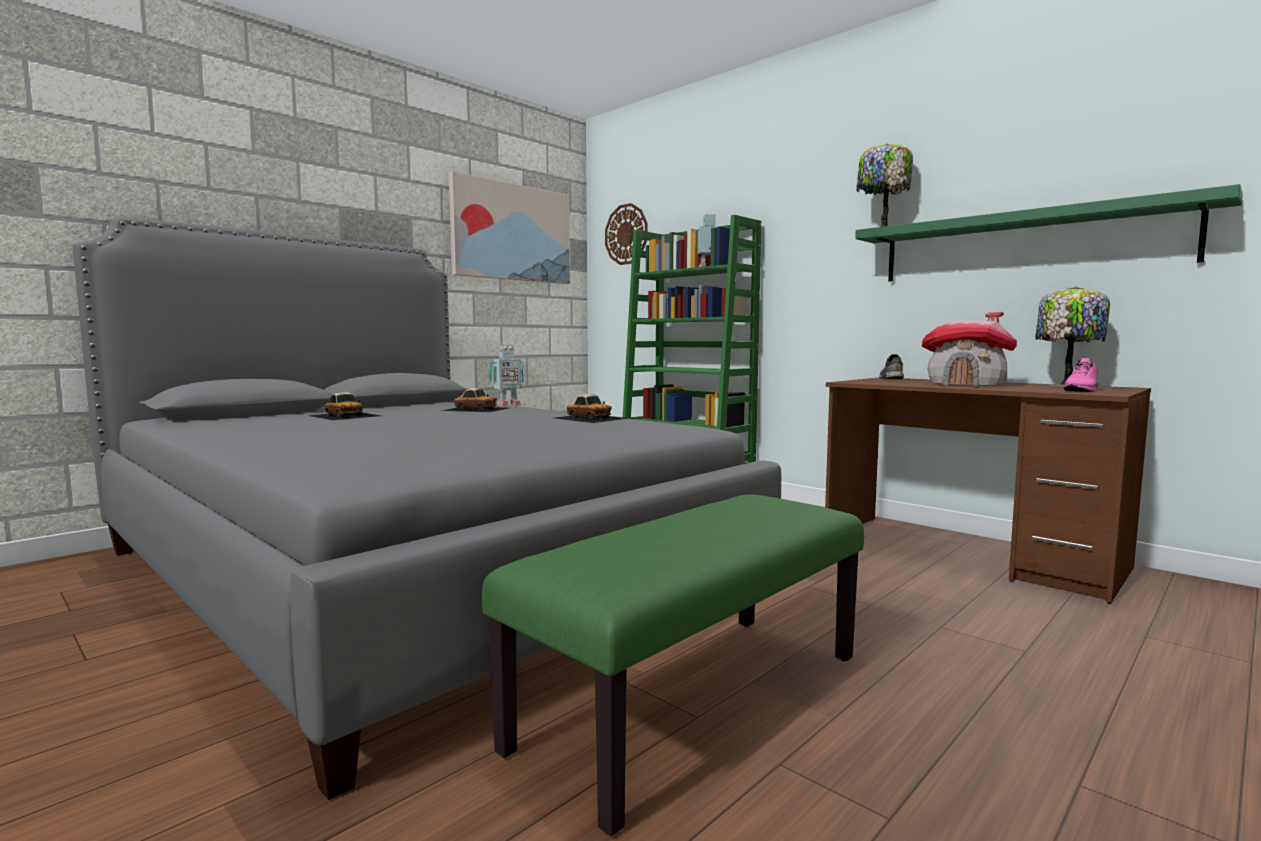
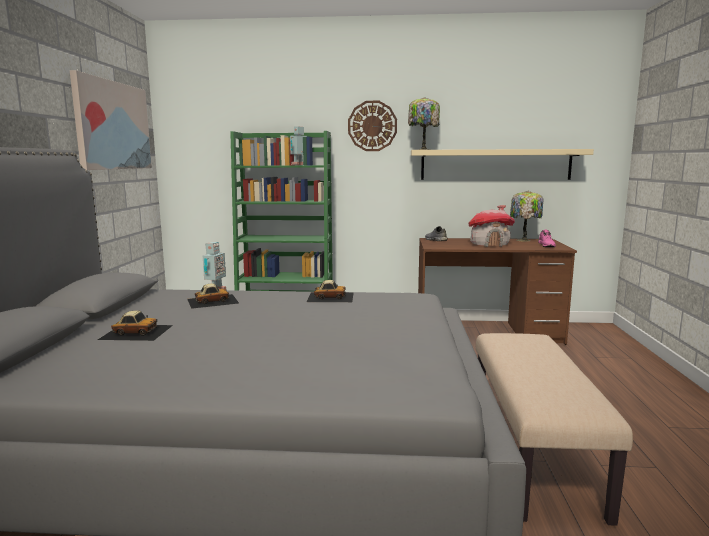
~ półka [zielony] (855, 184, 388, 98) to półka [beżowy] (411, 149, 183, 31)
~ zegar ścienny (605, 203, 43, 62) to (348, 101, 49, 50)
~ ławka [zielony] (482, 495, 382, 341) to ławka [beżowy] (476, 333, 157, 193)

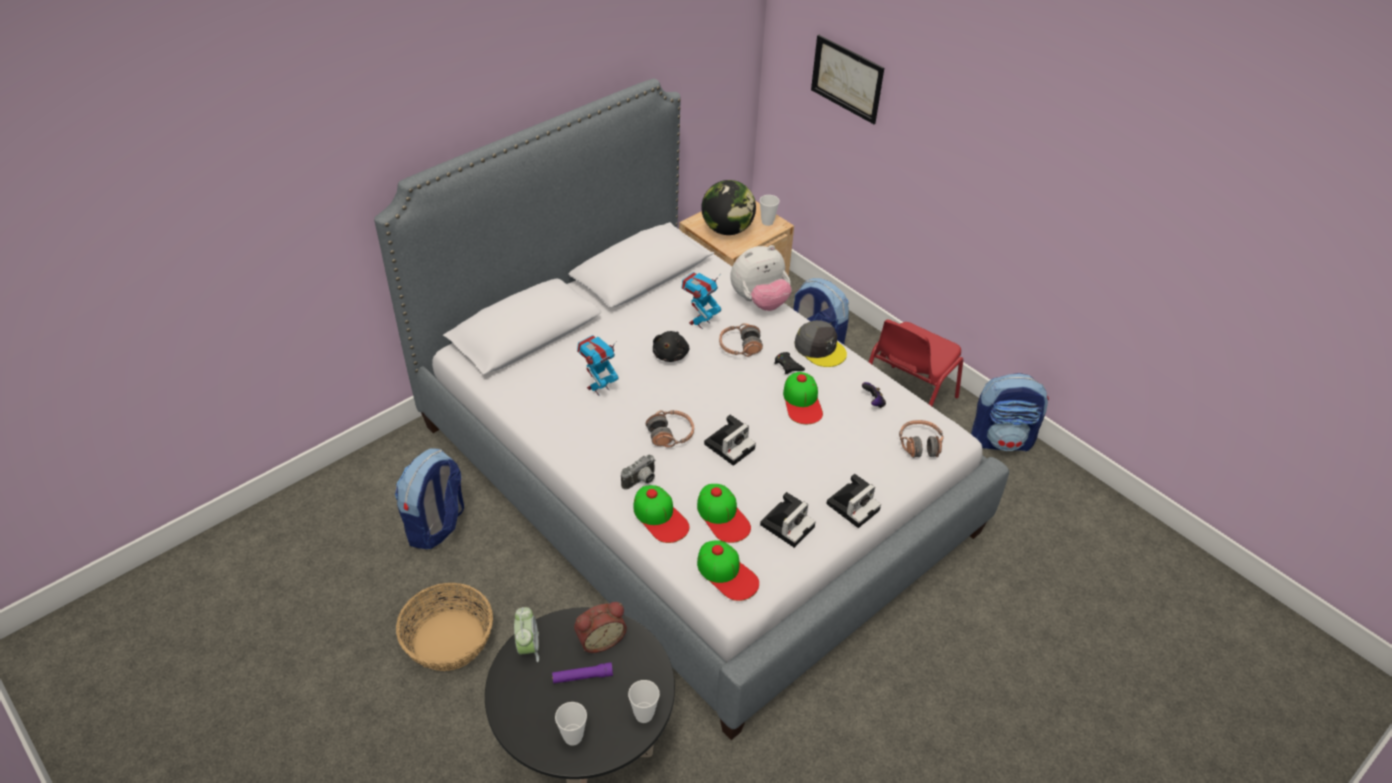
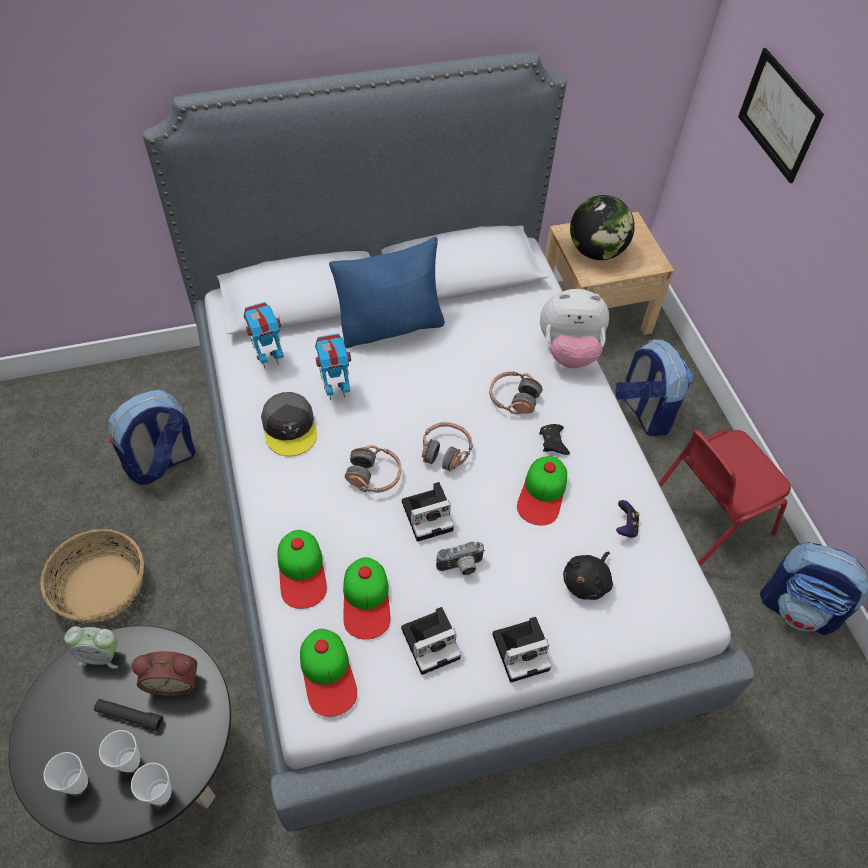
~ filiżanka (760, 195, 20, 31) to (99, 730, 41, 42)
~ robot zabawkowy (682, 272, 39, 57) to (243, 302, 41, 67)
~ czapka z daszkiem [szary] (794, 320, 53, 47) to (261, 392, 56, 64)
~ pluszak [czarny] (653, 331, 37, 31) to (563, 552, 50, 48)
~ słuchawki (899, 420, 45, 38) to (422, 422, 51, 50)
~ aparat fotograficzny (621, 455, 34, 35) to (436, 542, 49, 33)
~ budzik (514, 607, 25, 55) = (64, 626, 54, 43) 75 degrees clockwise
~ latarka [fioletowy] (552, 662, 61, 21) to latarka [czarny] (94, 699, 69, 32)
+ poduszka [niebieski] (329, 237, 116, 111)

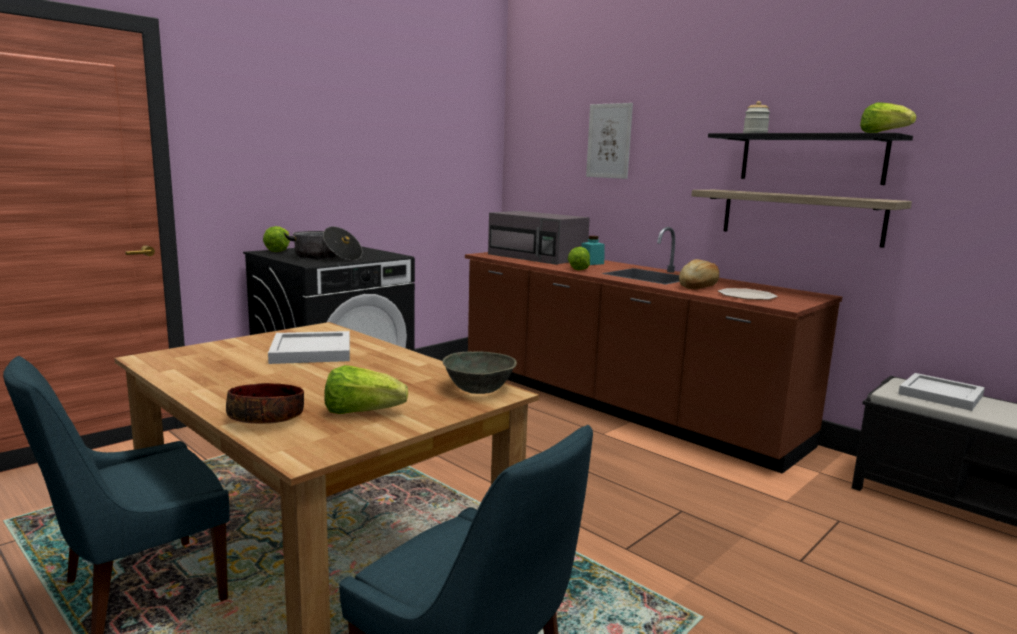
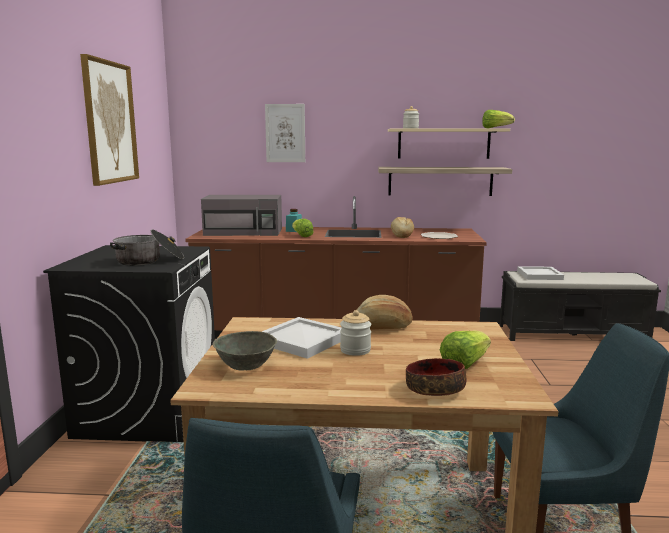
~ półka [czarny] (708, 133, 205, 52) to półka [beżowy] (388, 128, 122, 31)
- sałata (263, 226, 27, 26)
~ miska [szary] (443, 351, 74, 43) to (213, 331, 64, 40)
+ obraz (80, 54, 59, 132)
+ chleb (356, 295, 57, 35)
+ słoik (340, 310, 31, 46)

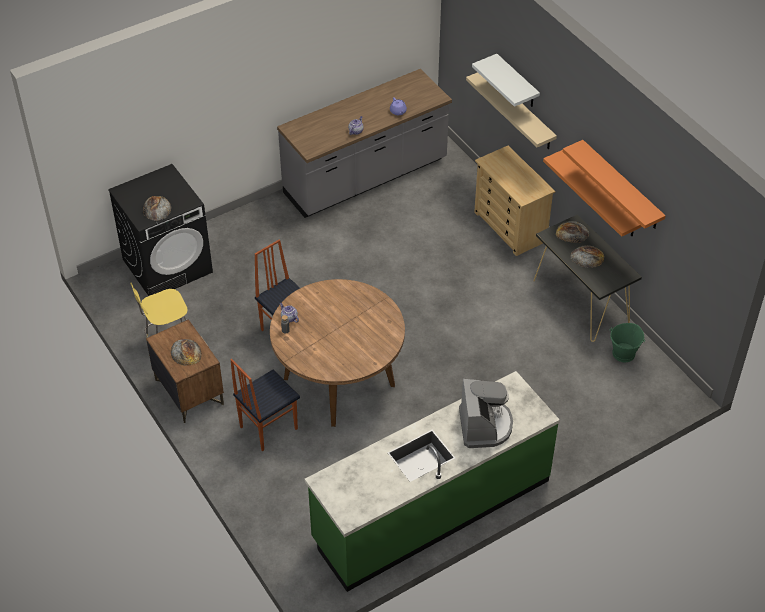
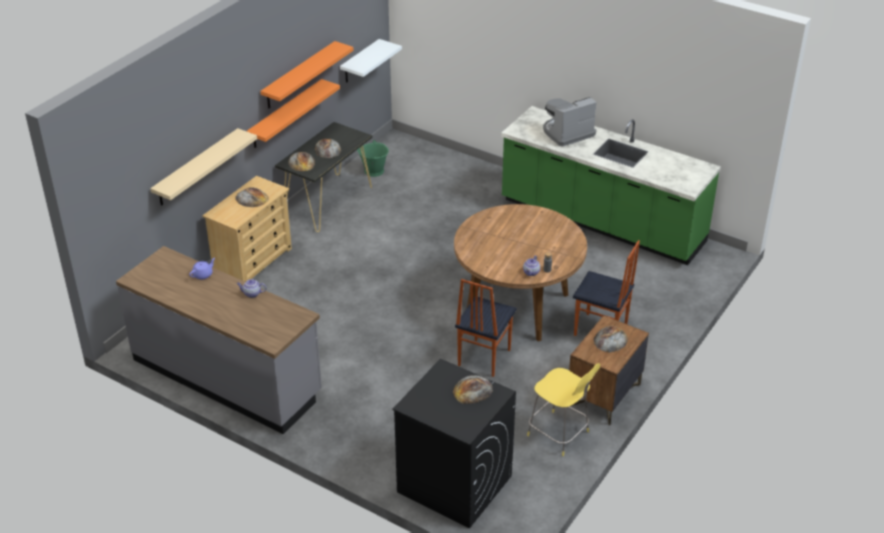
~ półka [biały] (472, 54, 68, 53) to (340, 39, 62, 44)
+ chleb (235, 187, 34, 20)

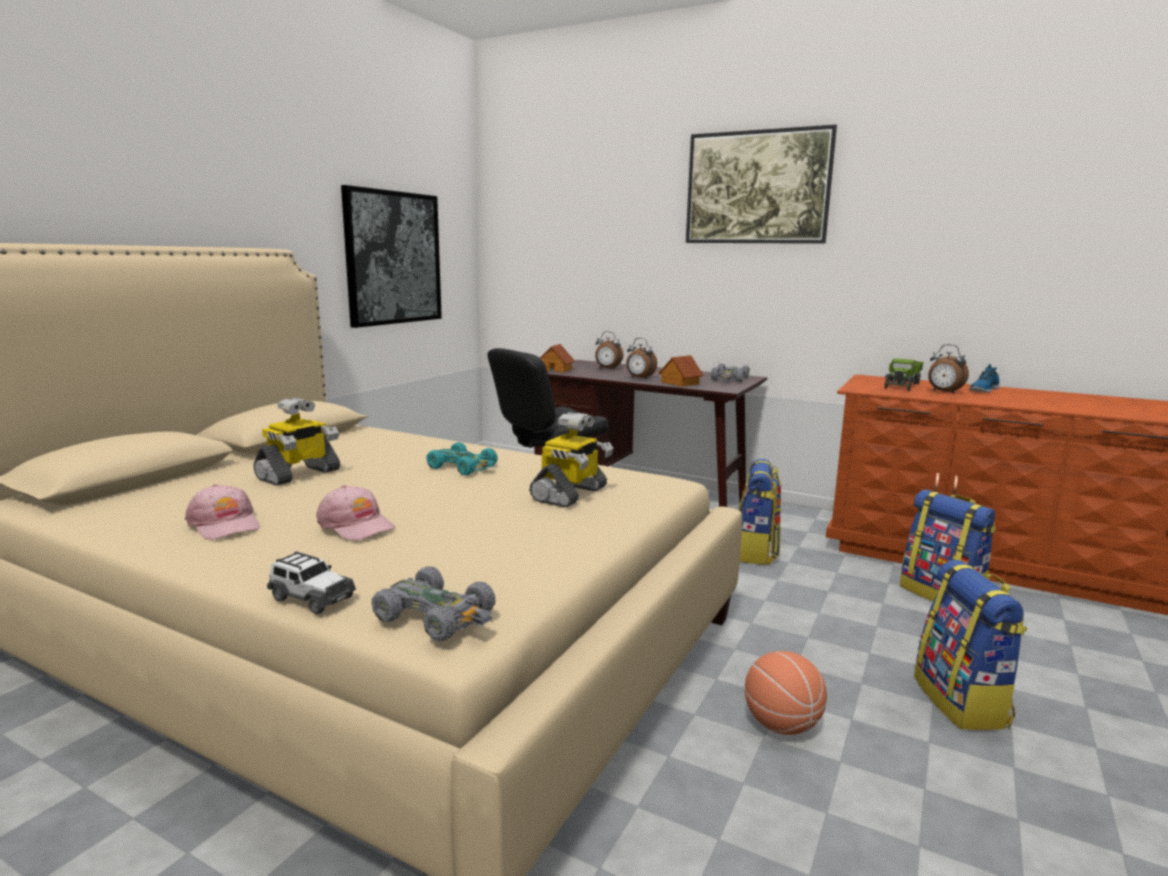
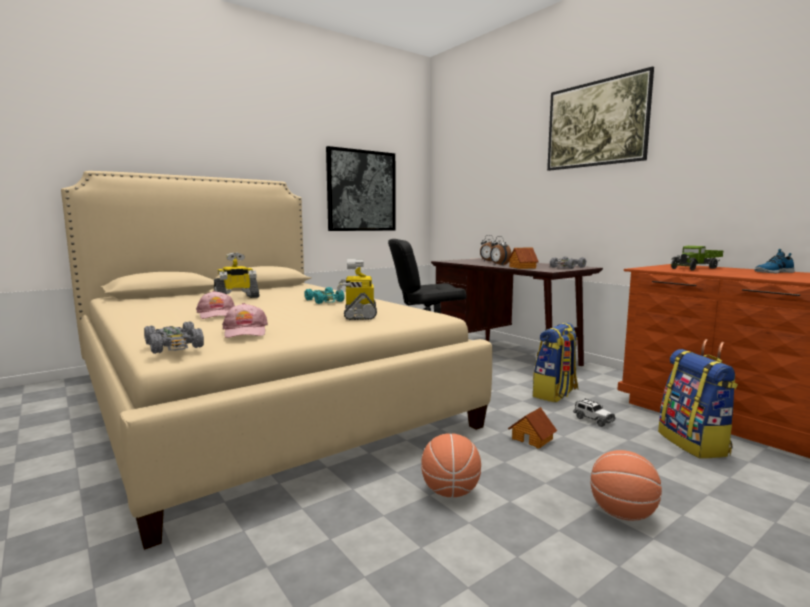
~ domek (540, 344, 35, 28) to (508, 407, 49, 42)
- budzik (928, 344, 41, 50)
~ robot zabawkowy (529, 412, 84, 95) = (337, 259, 40, 61) 120 degrees clockwise
~ czapka z daszkiem [różowy] (185, 484, 75, 56) to (222, 303, 46, 35)
~ samochodzik (267, 551, 89, 63) to (573, 398, 42, 29)
~ plecak (914, 560, 113, 170) to piłka do koszykówki (590, 450, 72, 71)

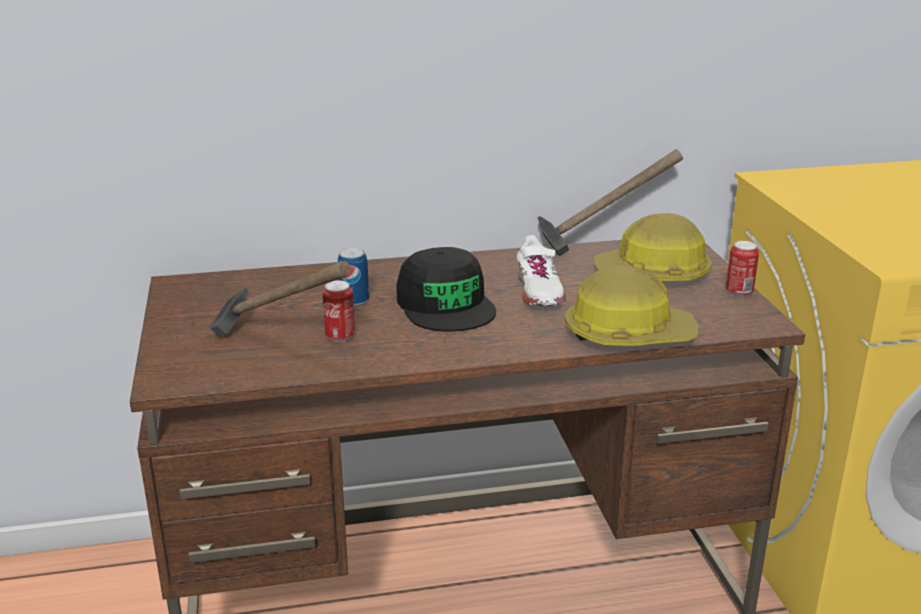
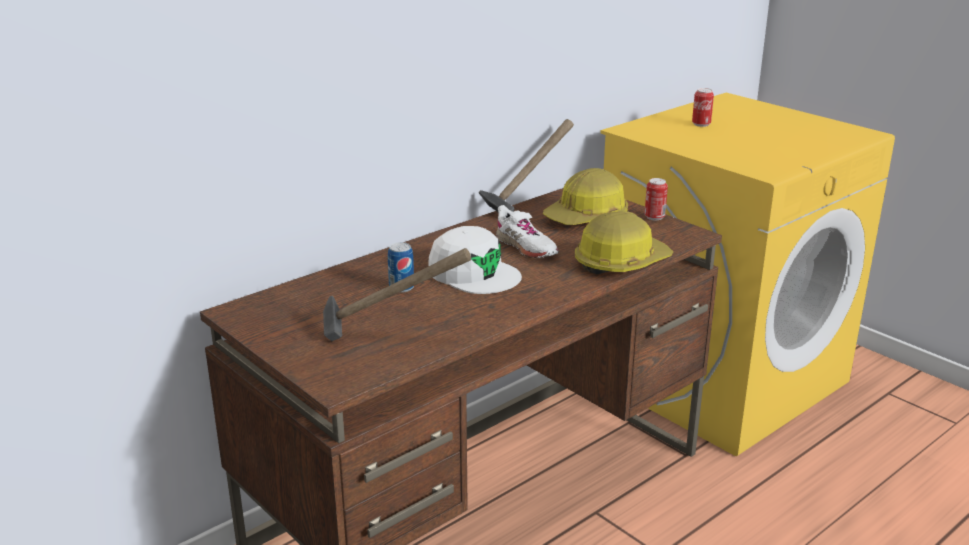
~ czapka z daszkiem [czarny] (396, 247, 100, 85) to czapka z daszkiem [biały] (428, 226, 94, 68)
~ puszka (322, 280, 33, 62) to (692, 88, 22, 39)

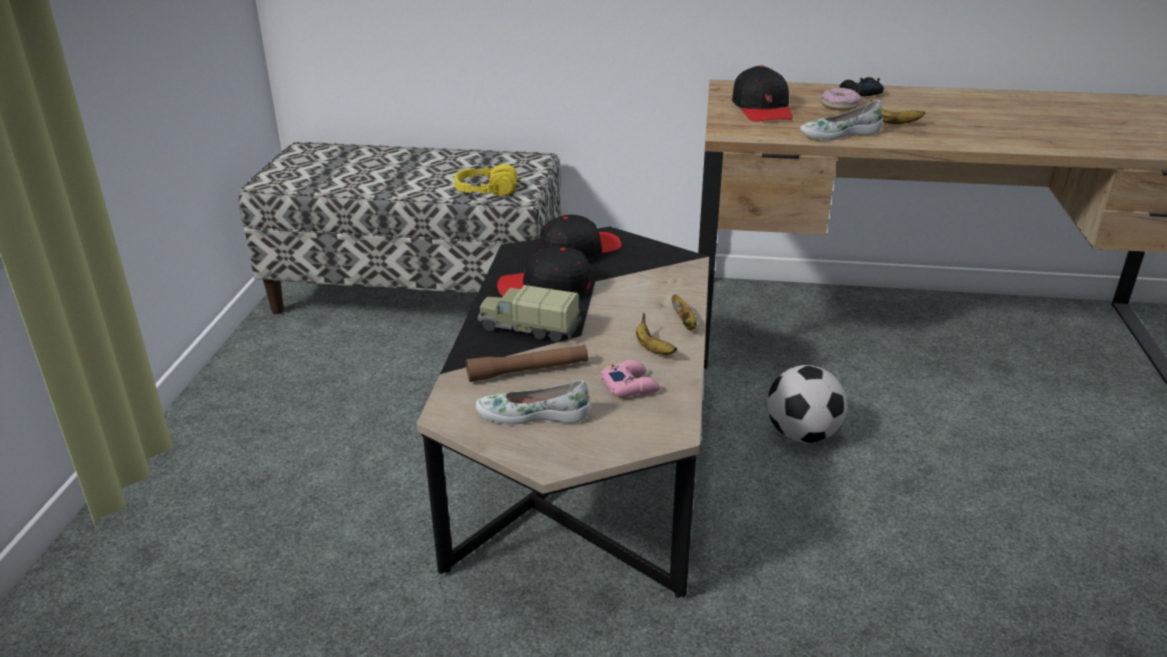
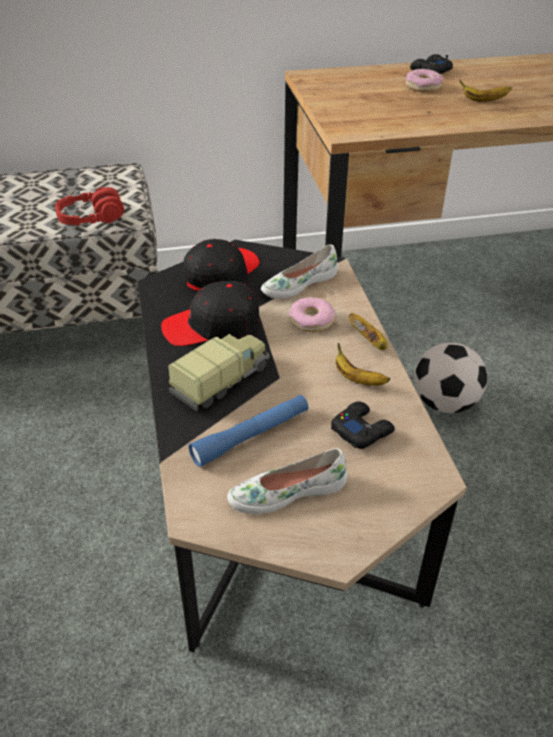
- czapka z daszkiem [czarny] (732, 65, 61, 57)
~ but [biały] (800, 100, 83, 40) to (261, 244, 77, 55)
~ słuchawki [żółty] (454, 164, 64, 32) to słuchawki [czerwony] (55, 187, 69, 38)
~ ciężarówka zabawkowa (478, 285, 103, 57) = (168, 334, 101, 77) 135 degrees clockwise
~ latarka [brązowy] (466, 345, 122, 37) to latarka [niebieski] (188, 395, 121, 72)
~ pad do gier [różowy] (600, 360, 60, 37) to pad do gier [czarny] (331, 401, 64, 48)
+ donut (289, 297, 47, 35)

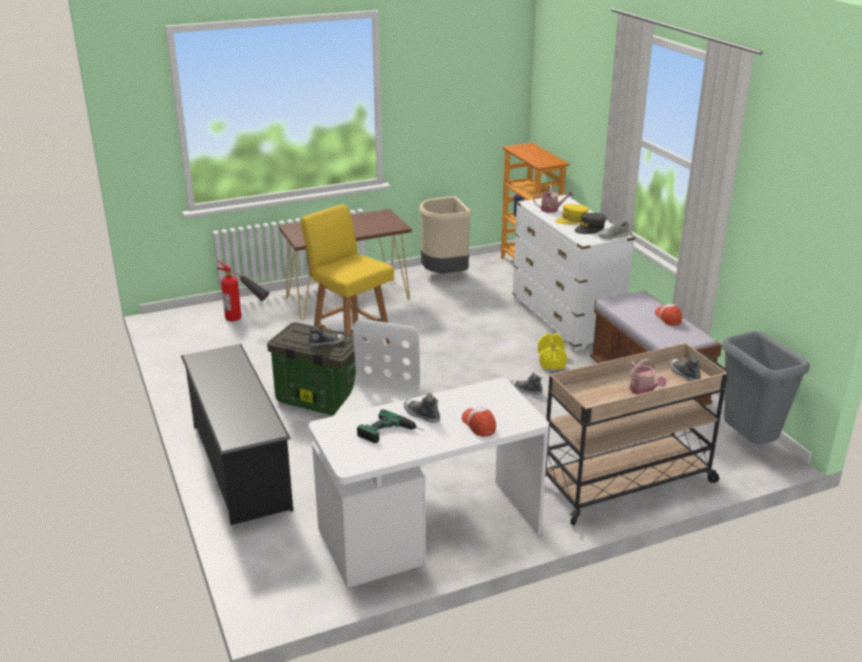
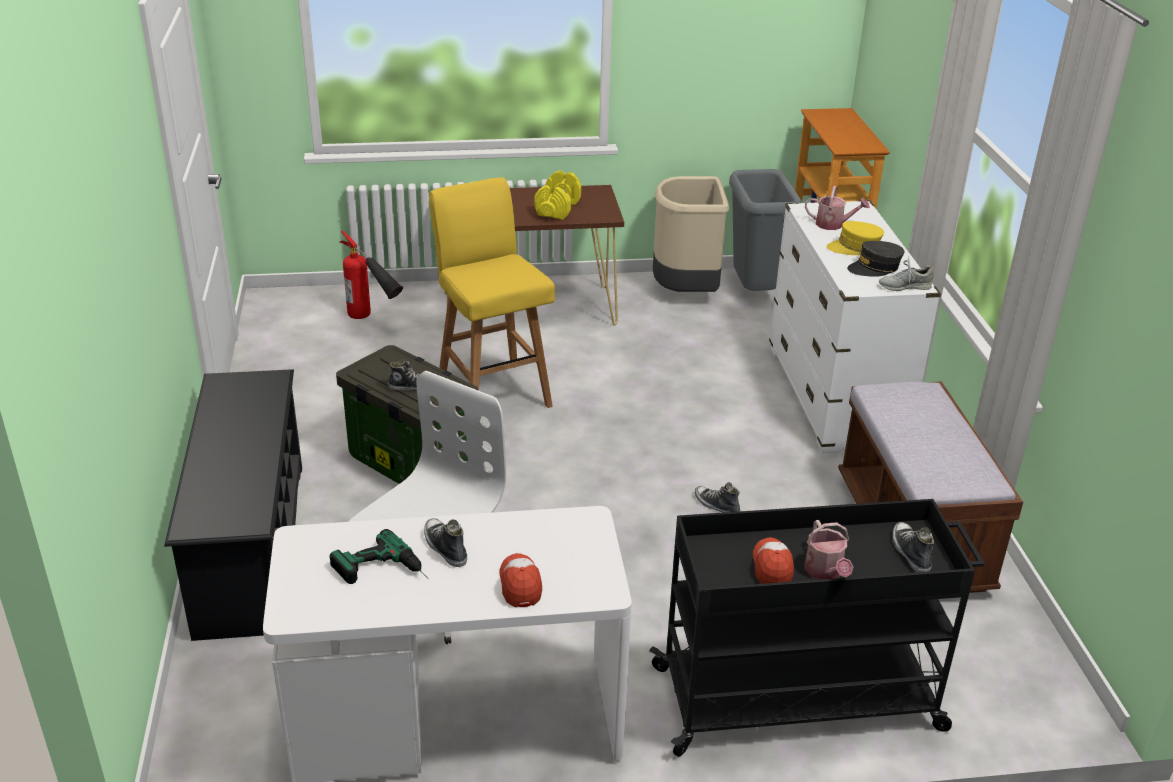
~ czapka z daszkiem (655, 304, 27, 22) to (753, 537, 41, 47)
~ kosz na śmieci [szary] (722, 331, 88, 113) to (729, 169, 74, 122)
~ hantel [żółty] (538, 333, 29, 36) to (534, 170, 47, 49)
~ wózek [beżowy] (545, 343, 183, 182) to wózek [czarny] (649, 499, 336, 258)

